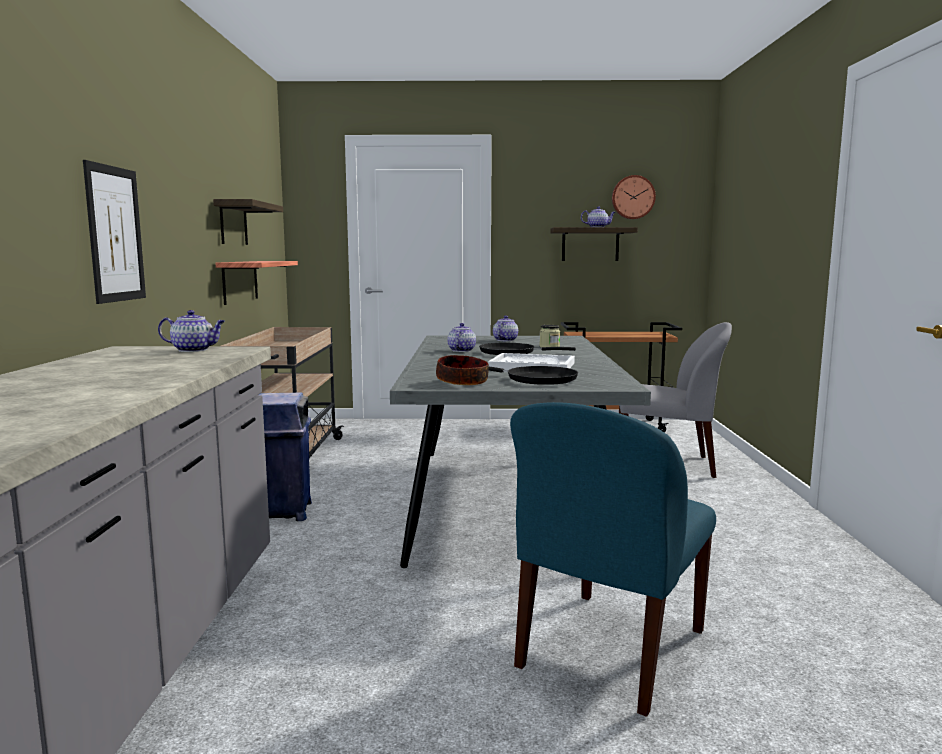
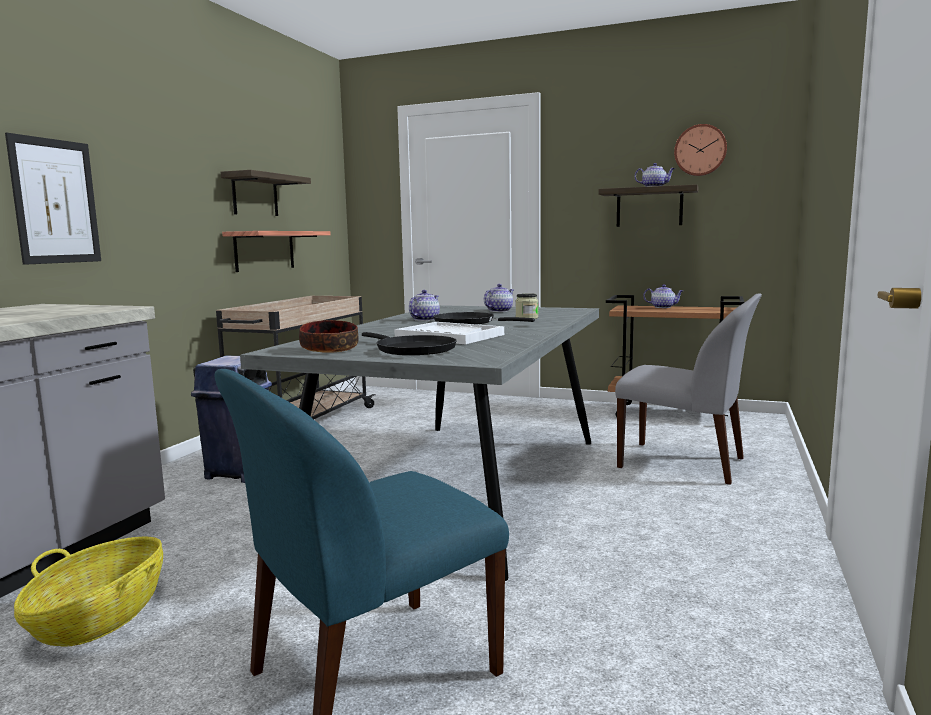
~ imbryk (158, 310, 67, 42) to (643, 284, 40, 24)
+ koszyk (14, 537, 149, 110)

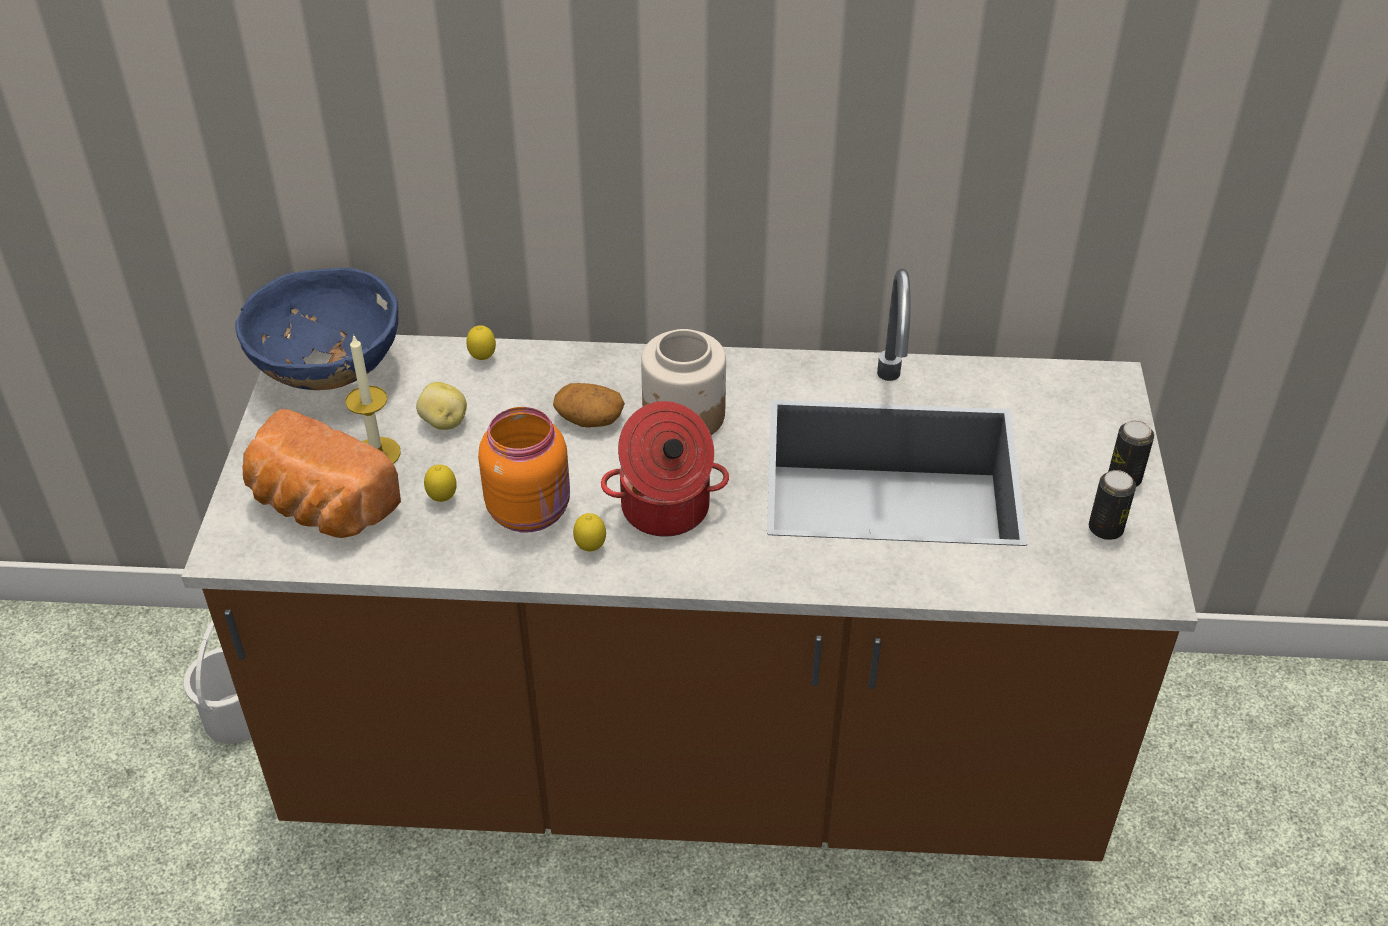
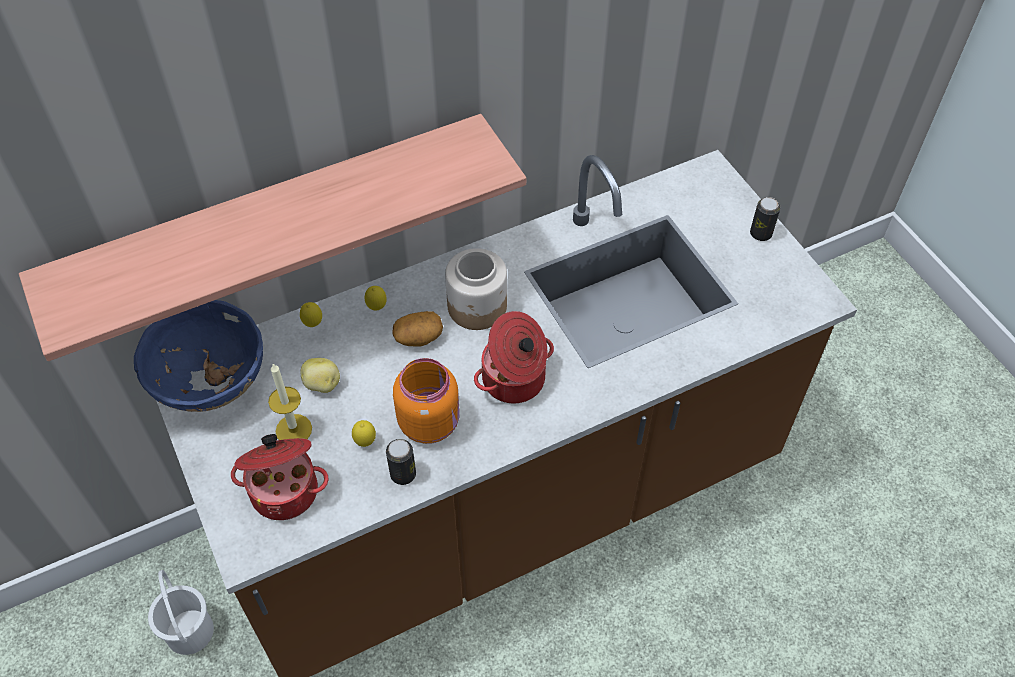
~ chleb (242, 409, 159, 129) to garnek (231, 434, 97, 86)
~ puszka (1089, 470, 47, 70) to (386, 439, 30, 46)
~ cytryna (573, 513, 33, 39) to (365, 286, 22, 24)
+ półka (19, 114, 507, 247)

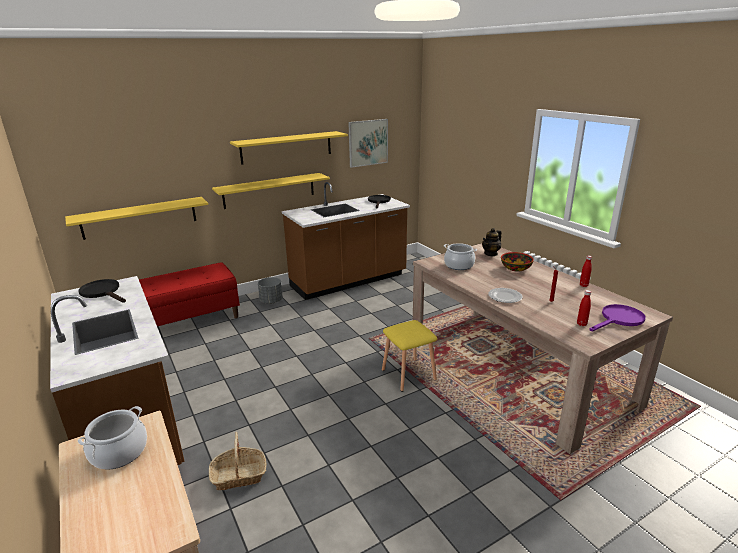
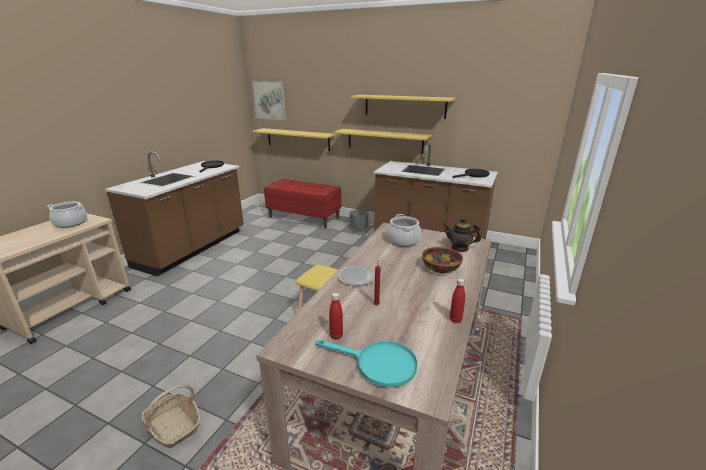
~ obraz (348, 119, 40, 49) to (252, 81, 34, 39)
~ patelnia [fioletowy] (589, 304, 57, 27) to patelnia [turkusowy] (315, 340, 103, 47)
~ koszyk (209, 432, 57, 58) to (141, 385, 60, 63)

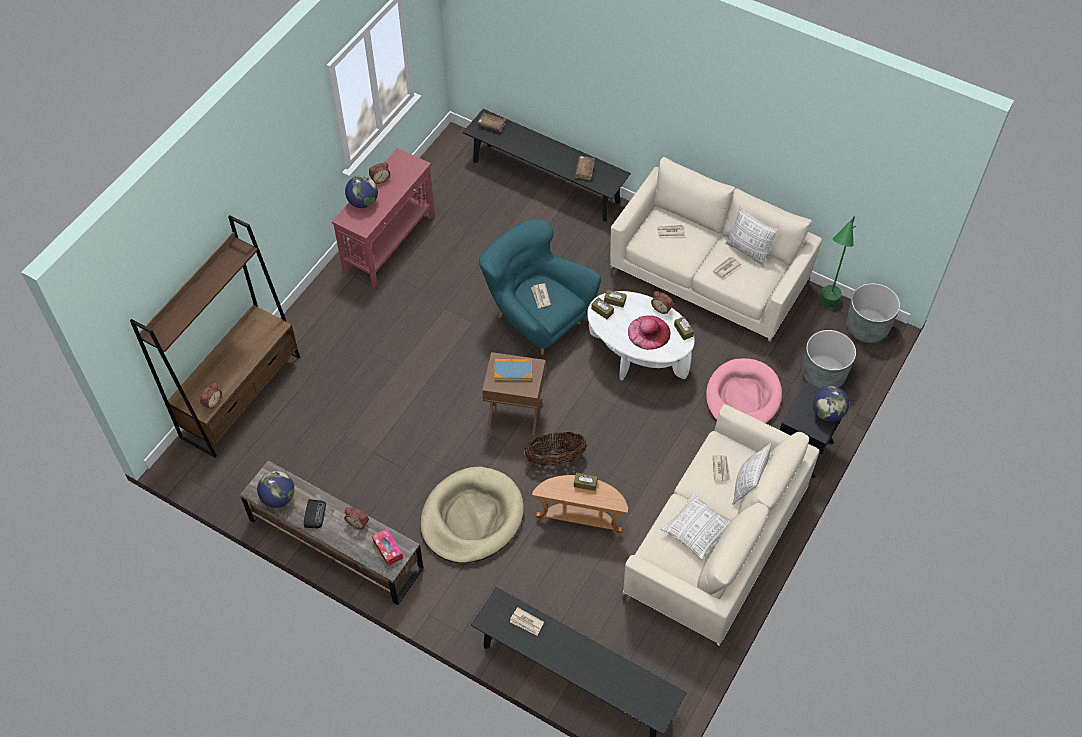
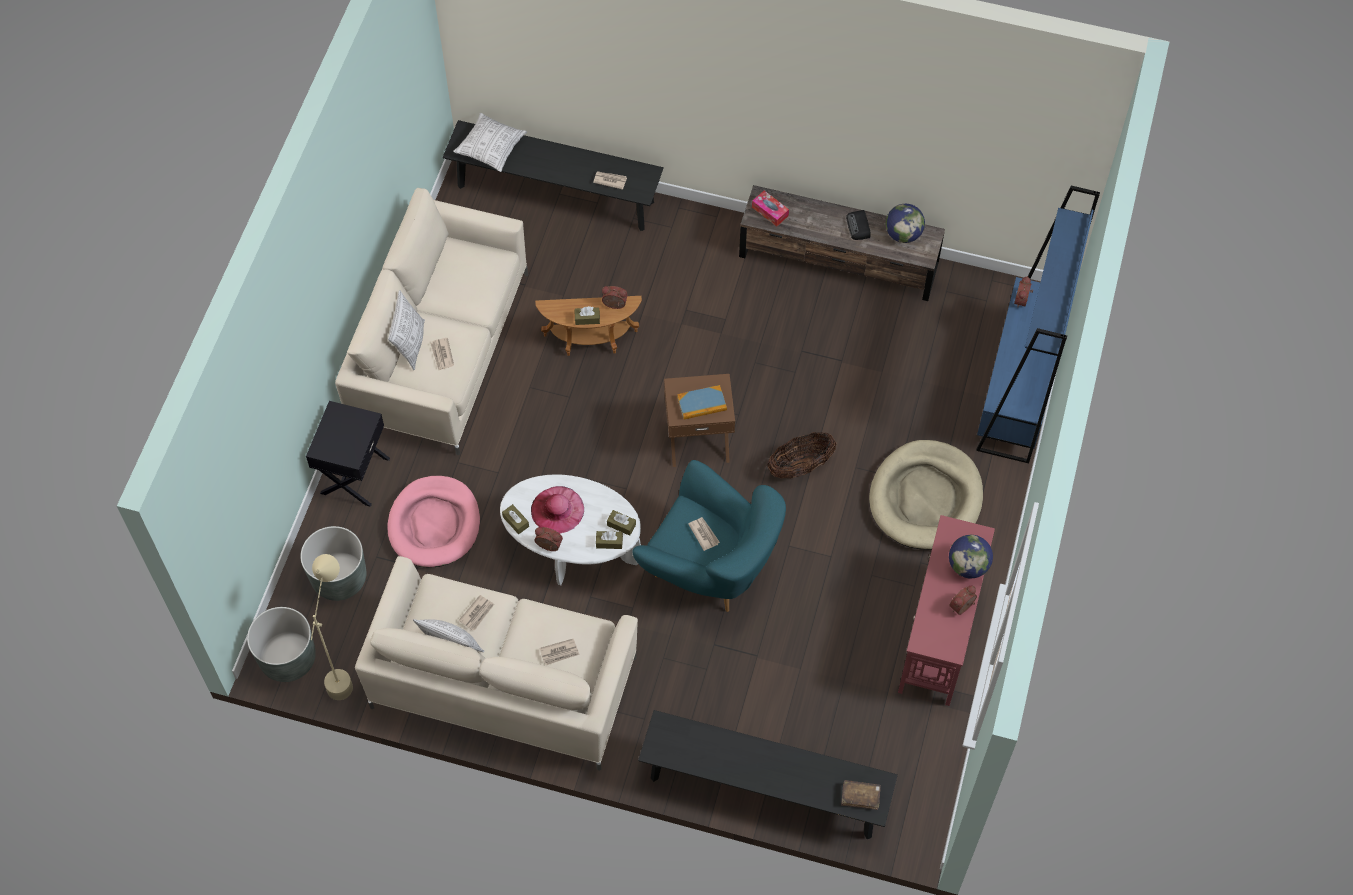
- książka [brązowy] (575, 156, 20, 25)
~ regał [brązowy] (130, 215, 170, 243) to regał [niebieski] (976, 185, 124, 278)
~ lampa stojąca [zielony] (820, 216, 36, 92) to lampa stojąca [beżowy] (311, 554, 42, 146)
- globus (813, 386, 36, 36)
~ koszyk (524, 432, 63, 34) to (767, 432, 69, 46)
~ legowisko [beżowy] (420, 466, 104, 97) to (869, 440, 114, 110)
~ poduszka (660, 493, 70, 67) to (453, 113, 74, 59)
~ budzik (344, 507, 25, 23) to (602, 286, 26, 23)

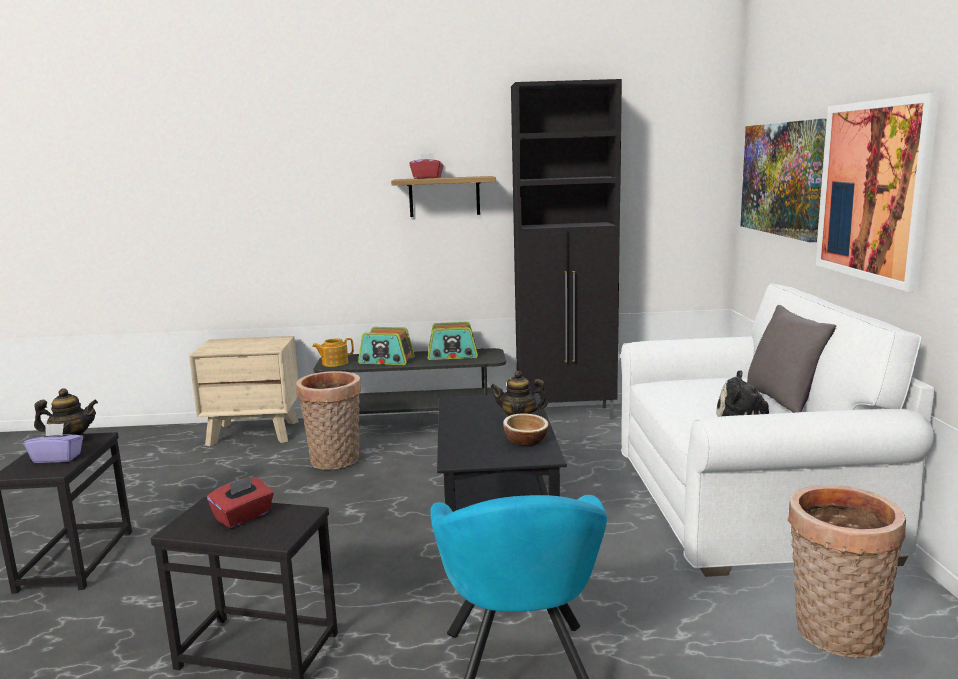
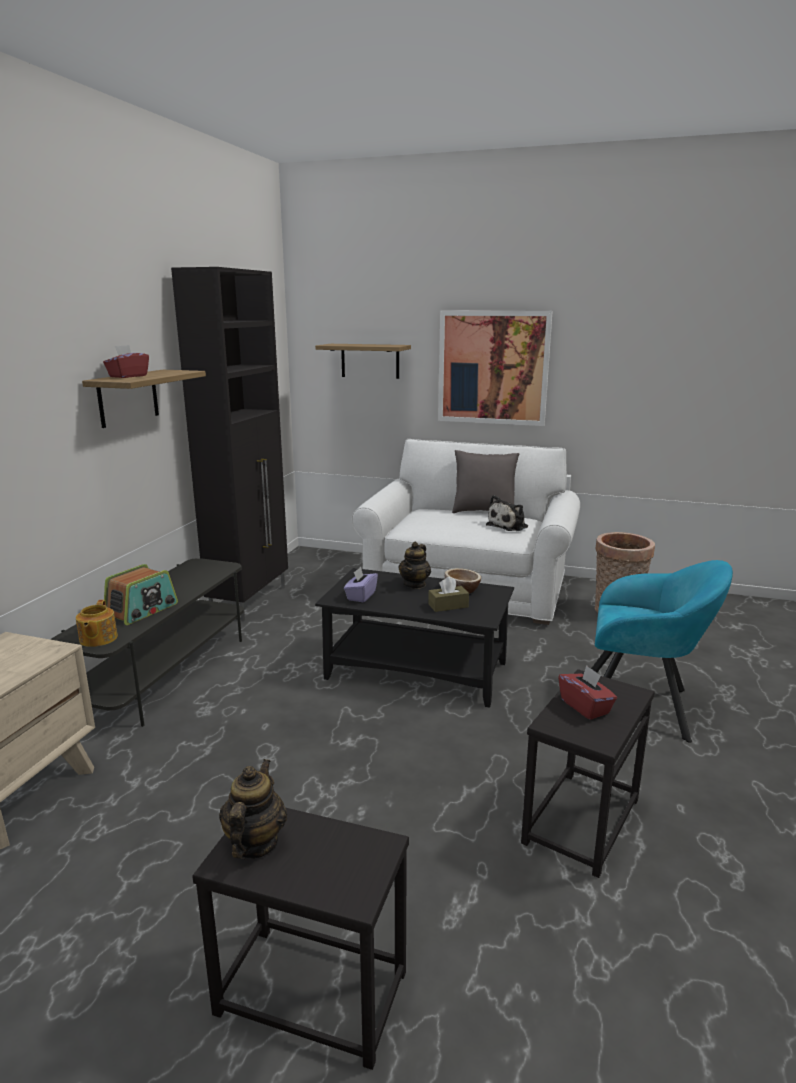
~ obraz (740, 119, 86, 123) to półka (315, 344, 96, 35)
- radio (428, 322, 50, 38)
- koszyk (296, 371, 65, 99)
~ pudełko chusteczek [fioletowy] (24, 423, 59, 40) to (344, 567, 34, 35)
+ pudełko chusteczek [brązowy] (428, 577, 41, 35)

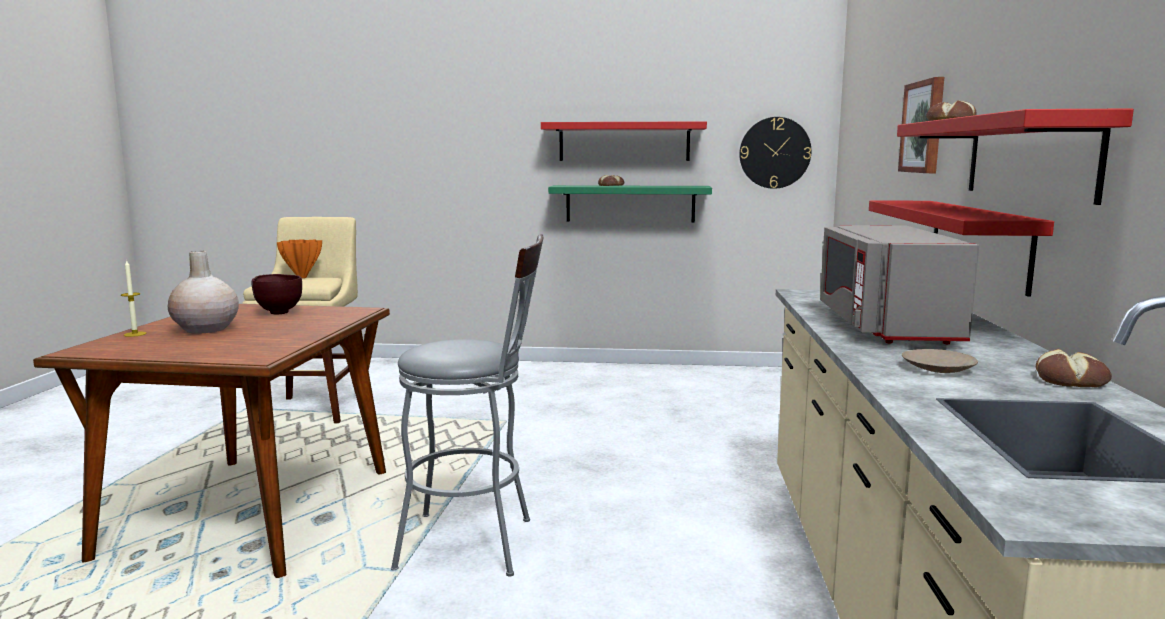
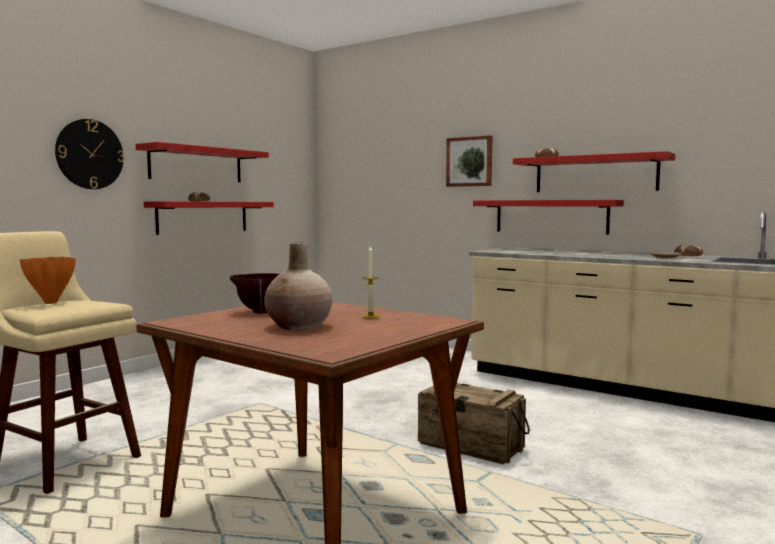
~ zegar ścienny (739, 117, 72, 72) to (55, 119, 70, 70)
~ półka [zielony] (548, 185, 164, 37) to półka [czerwony] (144, 201, 130, 34)
- mikrofalówka [szary] (820, 225, 159, 119)
~ stołek [szary] (391, 234, 152, 343) to skrzynka (418, 383, 112, 81)
~ świeca (121, 261, 26, 76) to (361, 245, 19, 73)

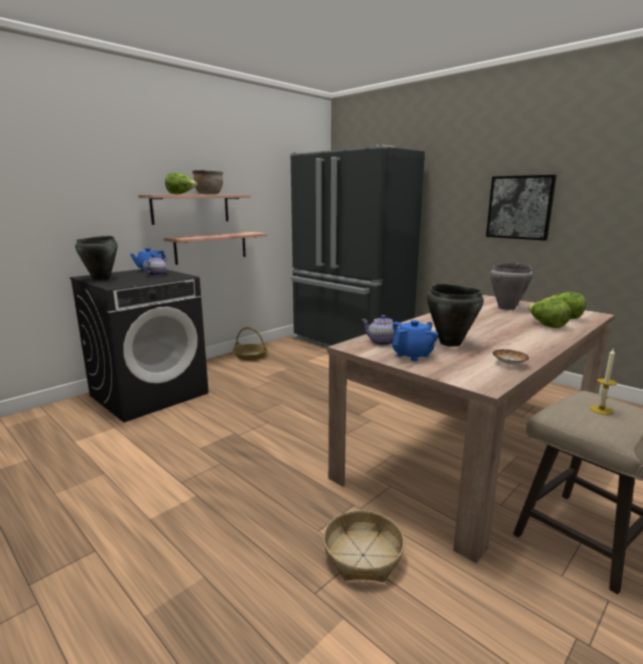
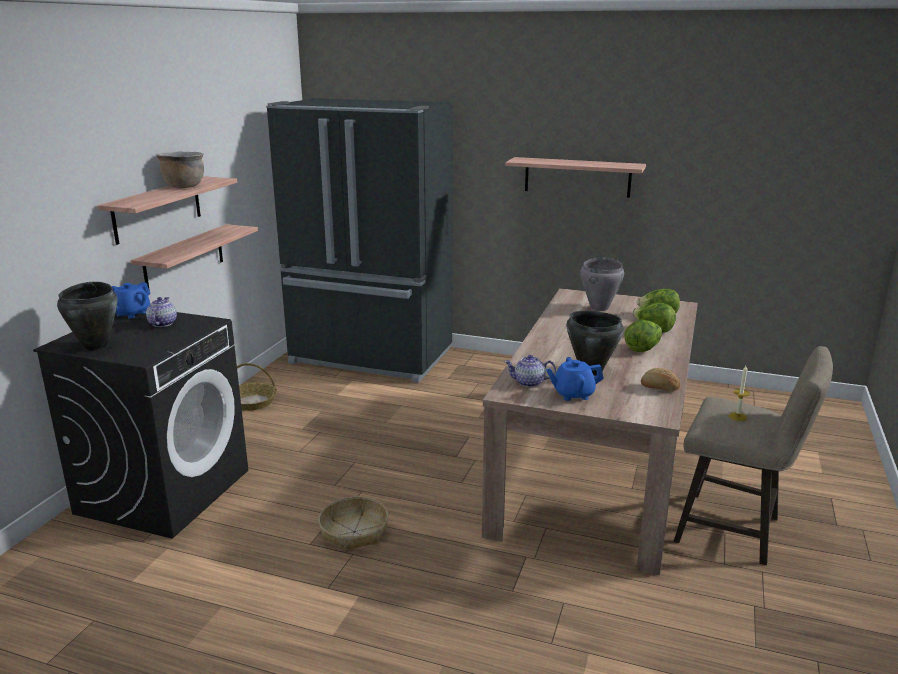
~ sałata (165, 173, 32, 22) to (624, 320, 38, 32)
~ obraz (486, 175, 71, 66) to półka (505, 157, 141, 41)
~ imbryk [niebieski] (392, 320, 46, 41) = (546, 357, 58, 44) 120 degrees counterclockwise
~ miska (493, 349, 36, 16) to chleb (641, 368, 39, 23)
~ koszyk (323, 510, 82, 72) to (319, 496, 69, 56)

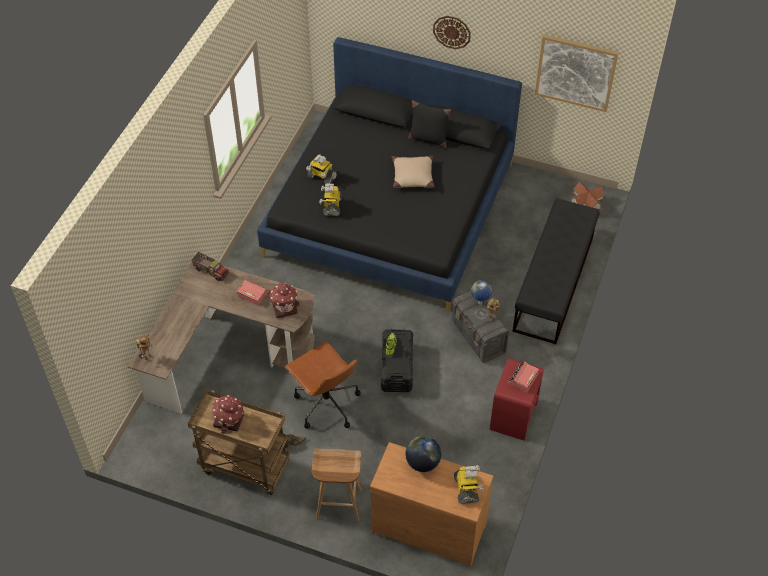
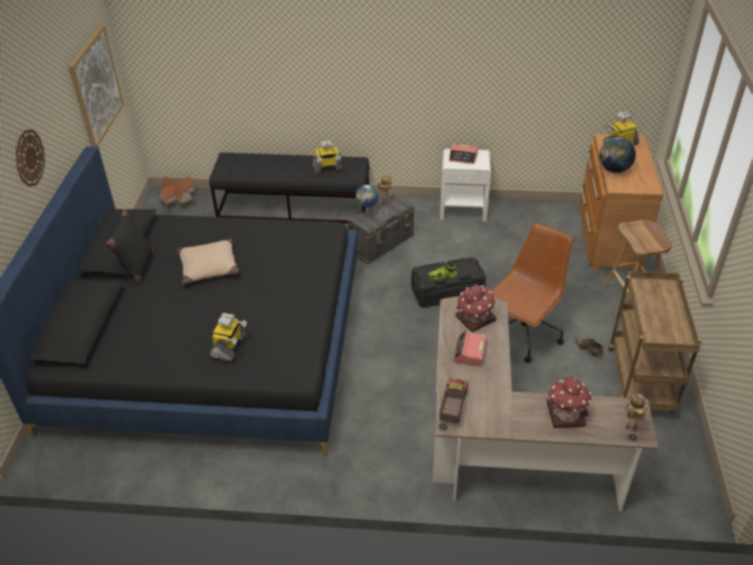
~ robot zabawkowy (319, 184, 23, 32) to (313, 140, 30, 34)
~ szafka nocna [czerwony] (489, 358, 55, 83) to szafka nocna [biały] (440, 149, 51, 72)
~ domek (212, 395, 32, 39) to (546, 376, 46, 52)

